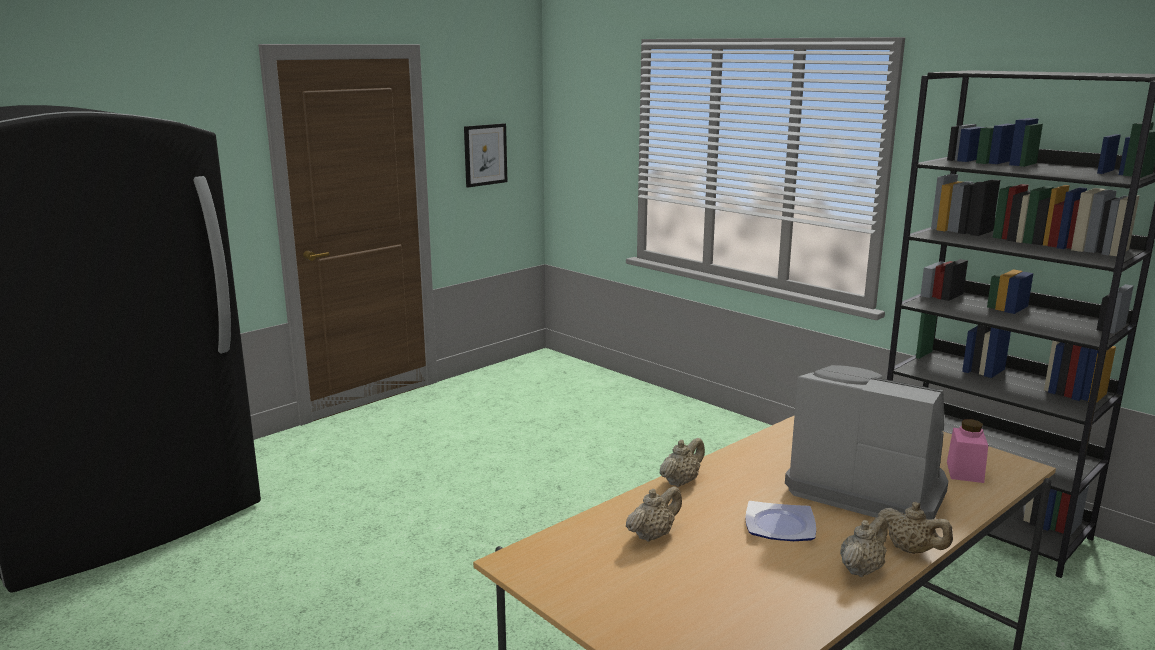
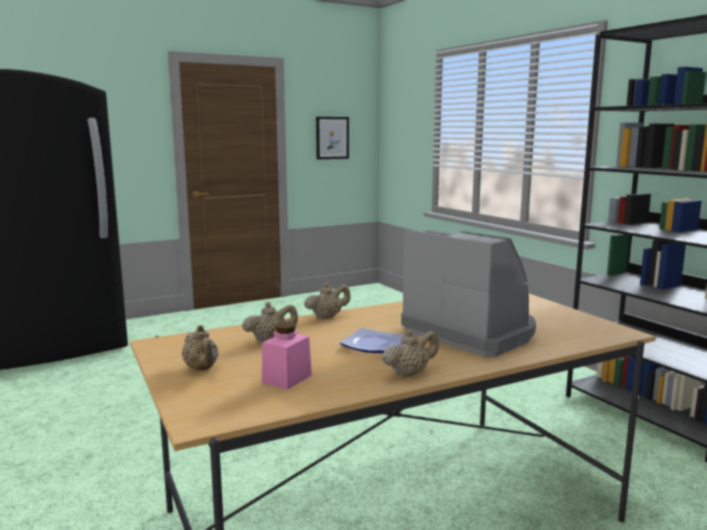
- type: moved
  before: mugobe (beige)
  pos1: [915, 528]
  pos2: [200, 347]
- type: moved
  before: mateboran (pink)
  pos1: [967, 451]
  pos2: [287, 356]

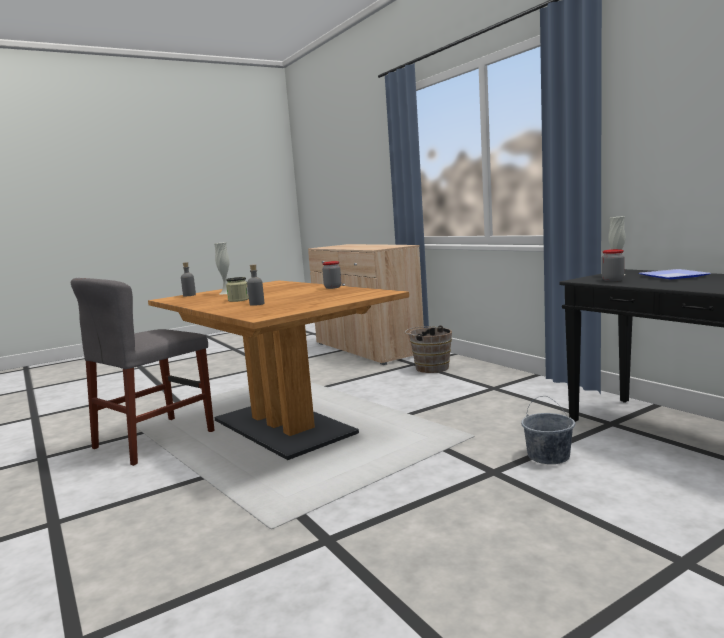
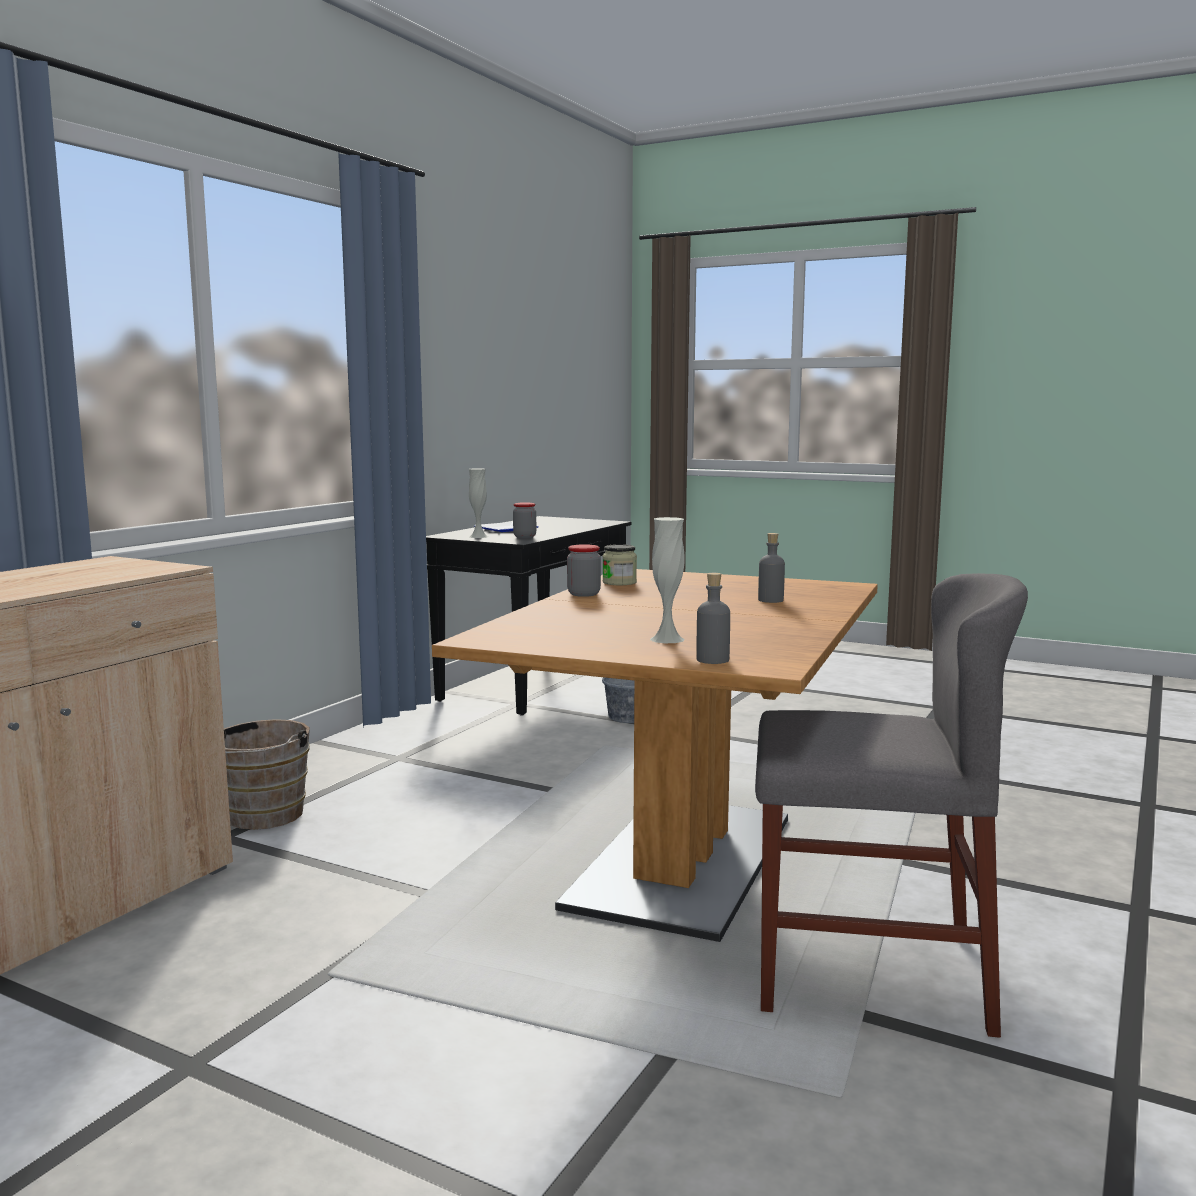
- type: moved
  before: mateboran
  pos1: [237, 289]
  pos2: [620, 564]

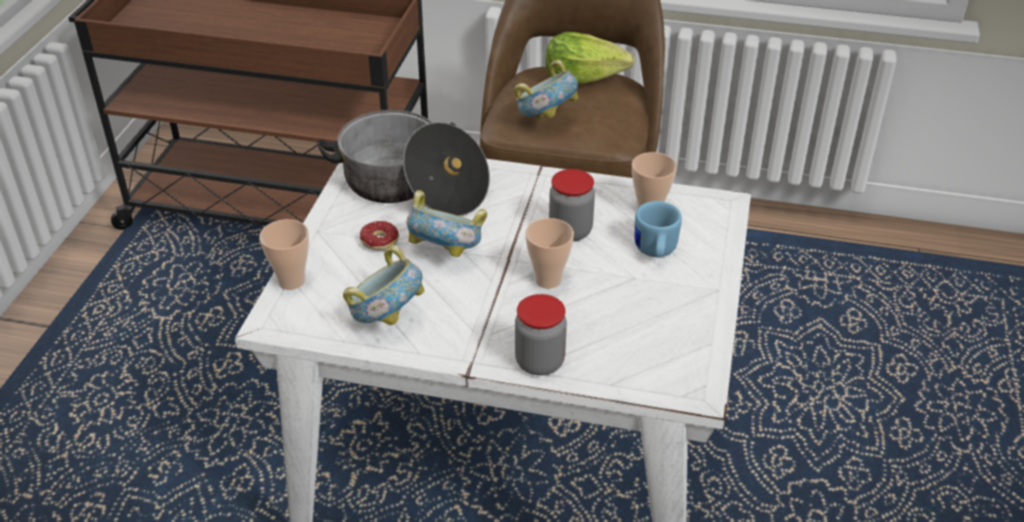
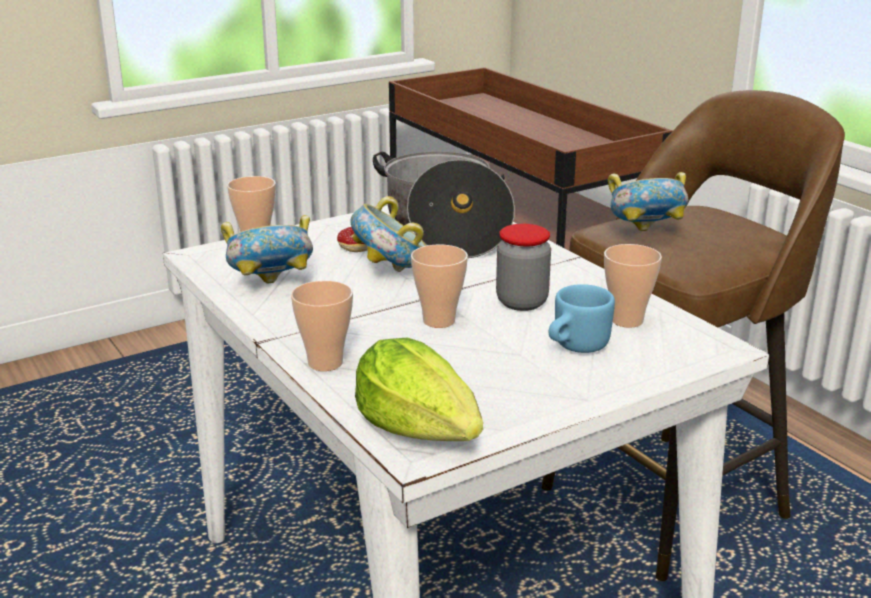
- type: moved
  before: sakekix
  pos1: [590, 58]
  pos2: [419, 389]
- type: replaced
  before: mateboran
  after: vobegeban
  pos1: [541, 335]
  pos2: [322, 325]

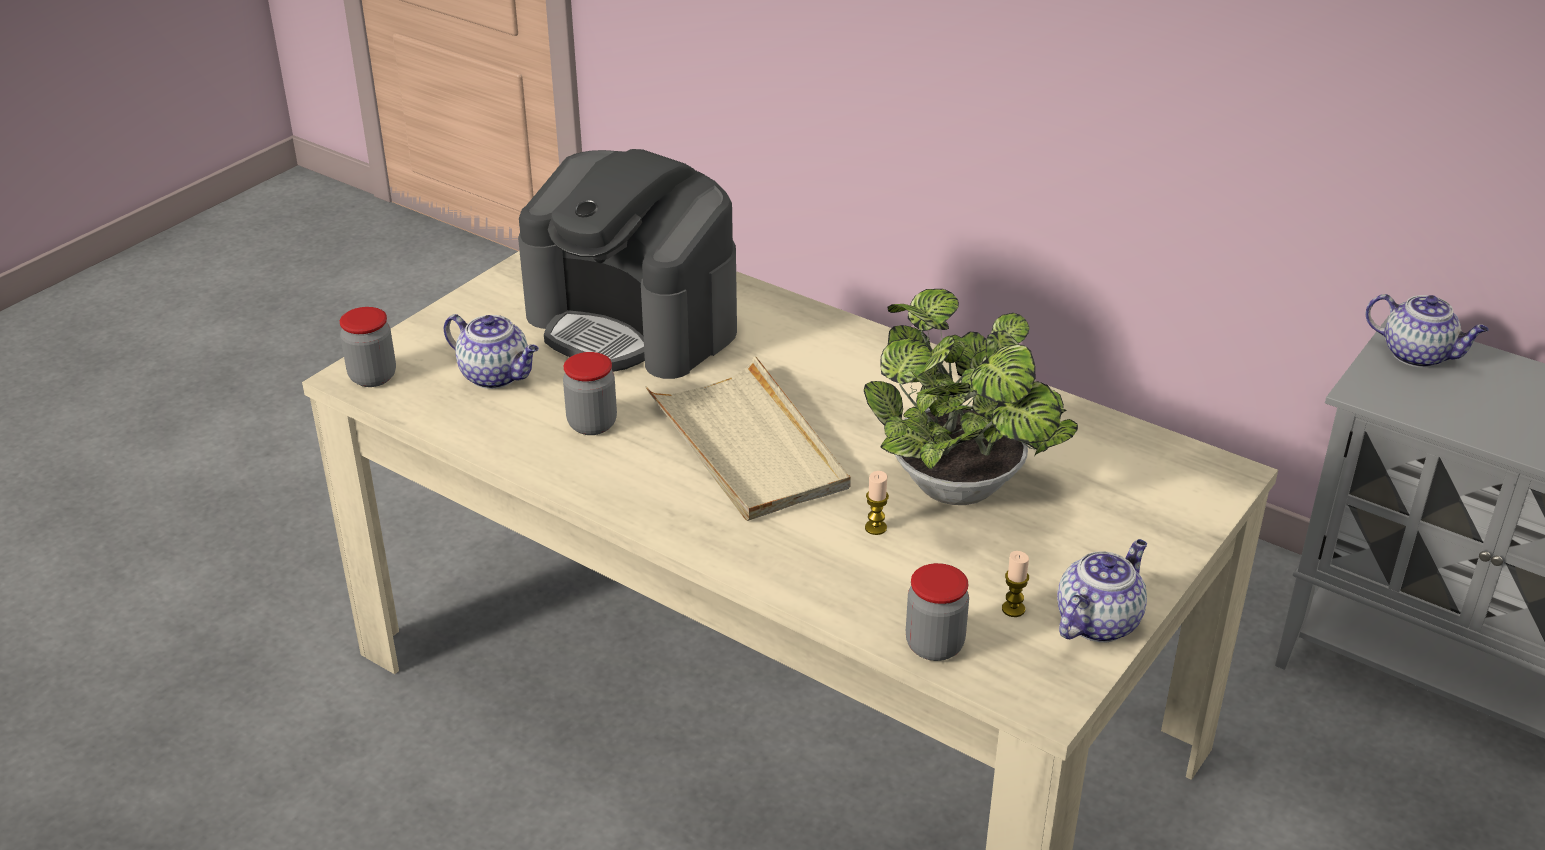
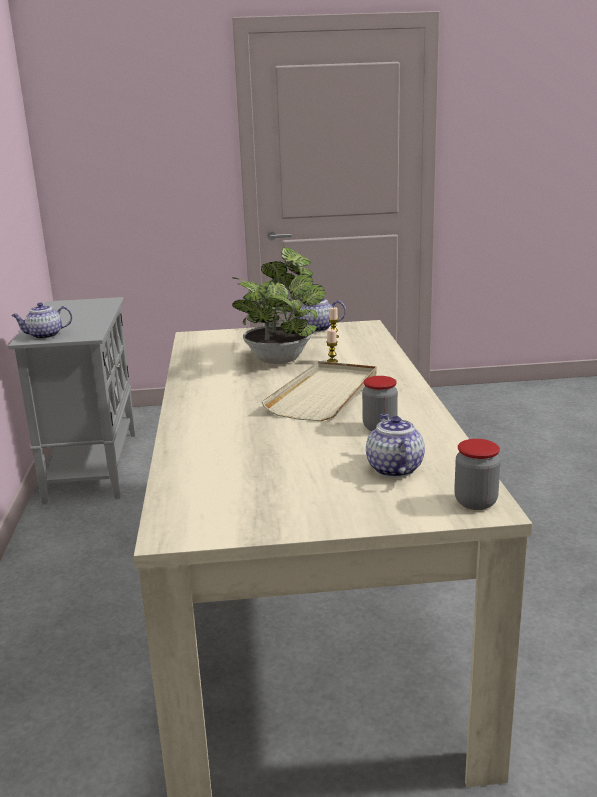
- type: removed
  before: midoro
  pos1: [627, 264]
- type: removed
  before: mateboran
  pos1: [937, 612]
- type: turned
  before: mugobe
  pos1: [1427, 331]
  pos2: [41, 320]
  turn: -105

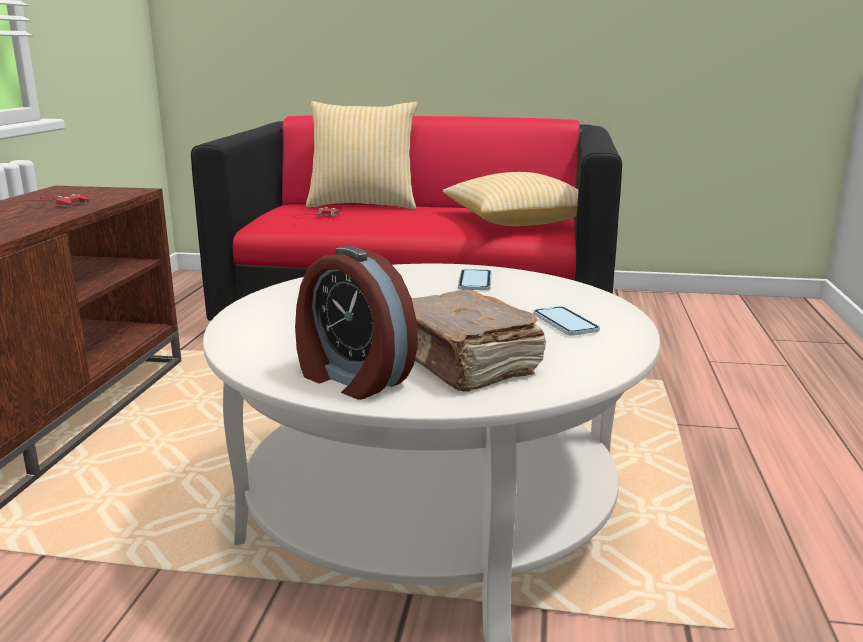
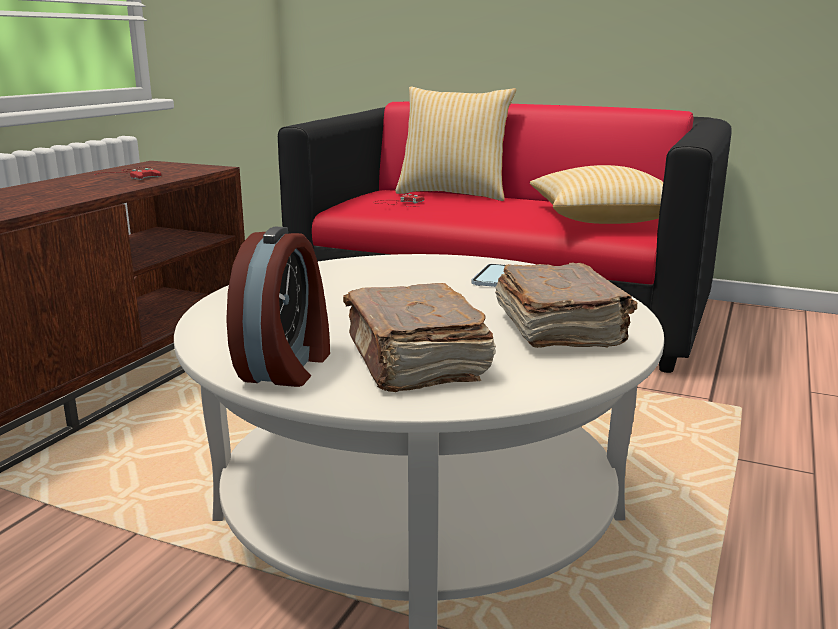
- type: replaced
  before: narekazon
  after: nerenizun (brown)
  pos1: [566, 321]
  pos2: [566, 305]
- type: turned
  before: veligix
  pos1: [356, 323]
  pos2: [278, 307]
  turn: -135

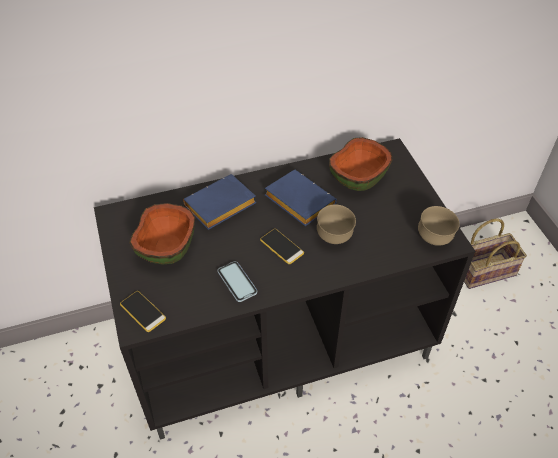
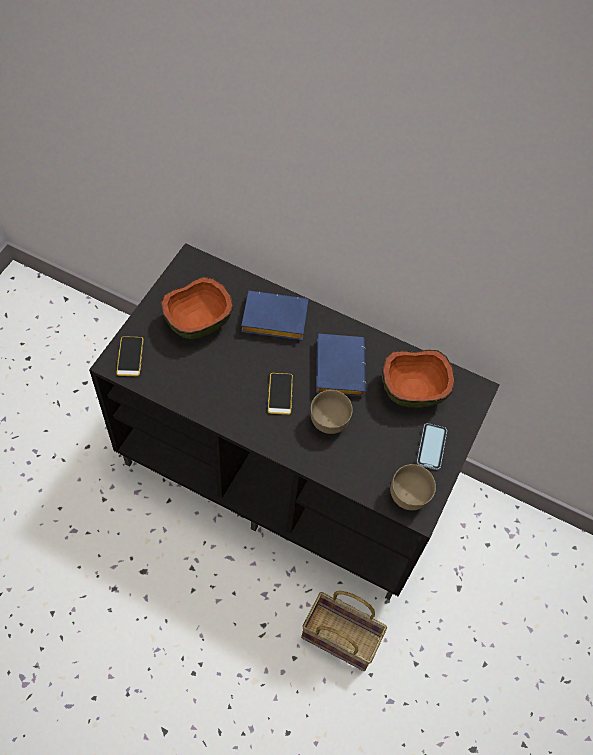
- type: moved
  before: narekazon
  pos1: [237, 281]
  pos2: [432, 446]
- type: moved
  before: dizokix
  pos1: [495, 253]
  pos2: [344, 631]

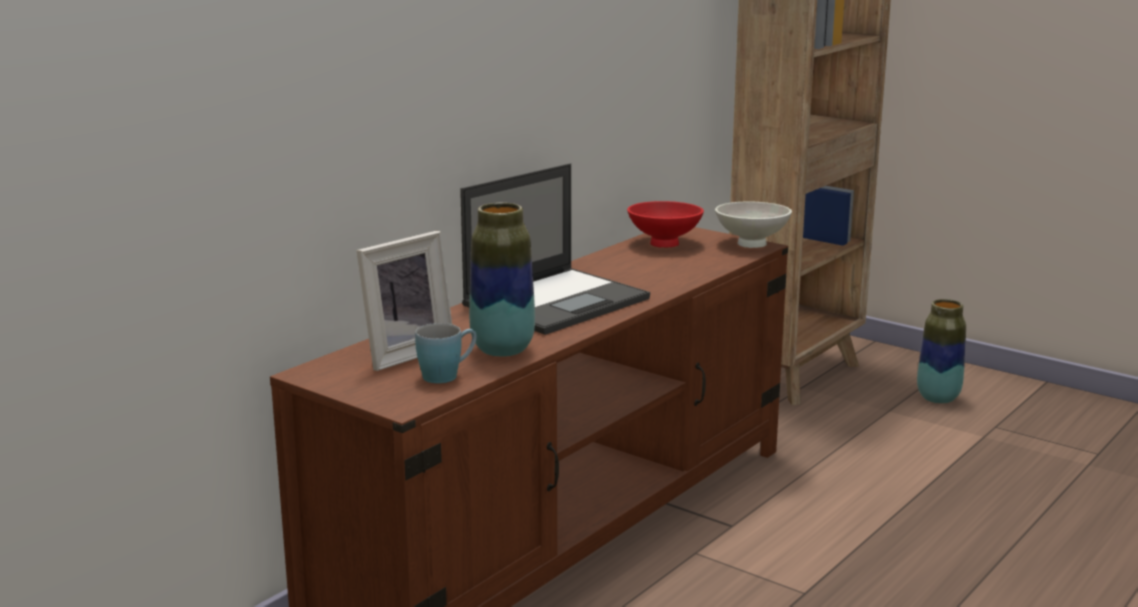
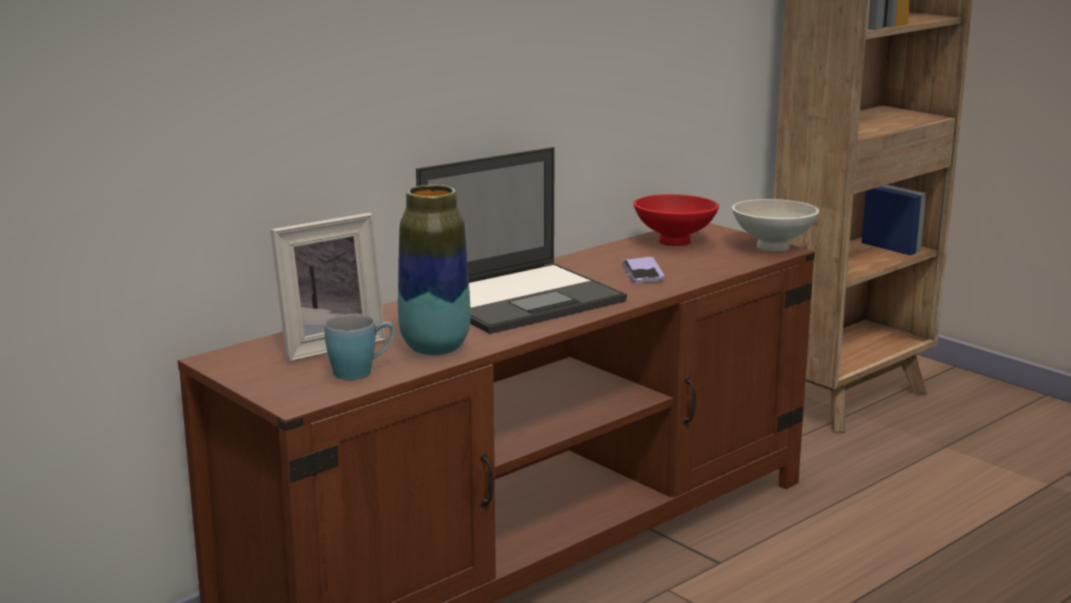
- type: removed
  before: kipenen
  pos1: [941, 351]
- type: added
  after: narekazon
  pos2: [643, 270]

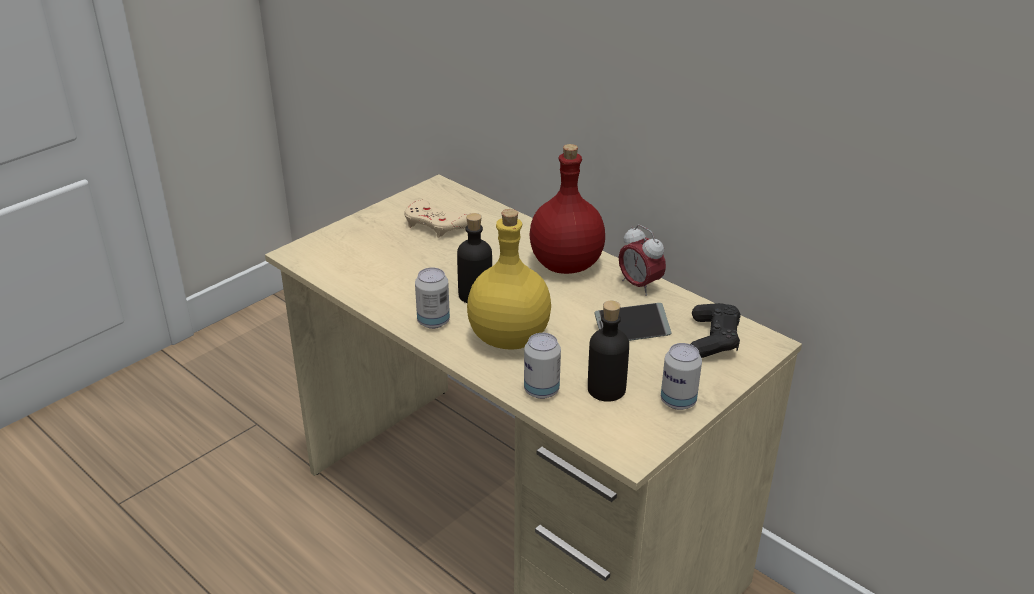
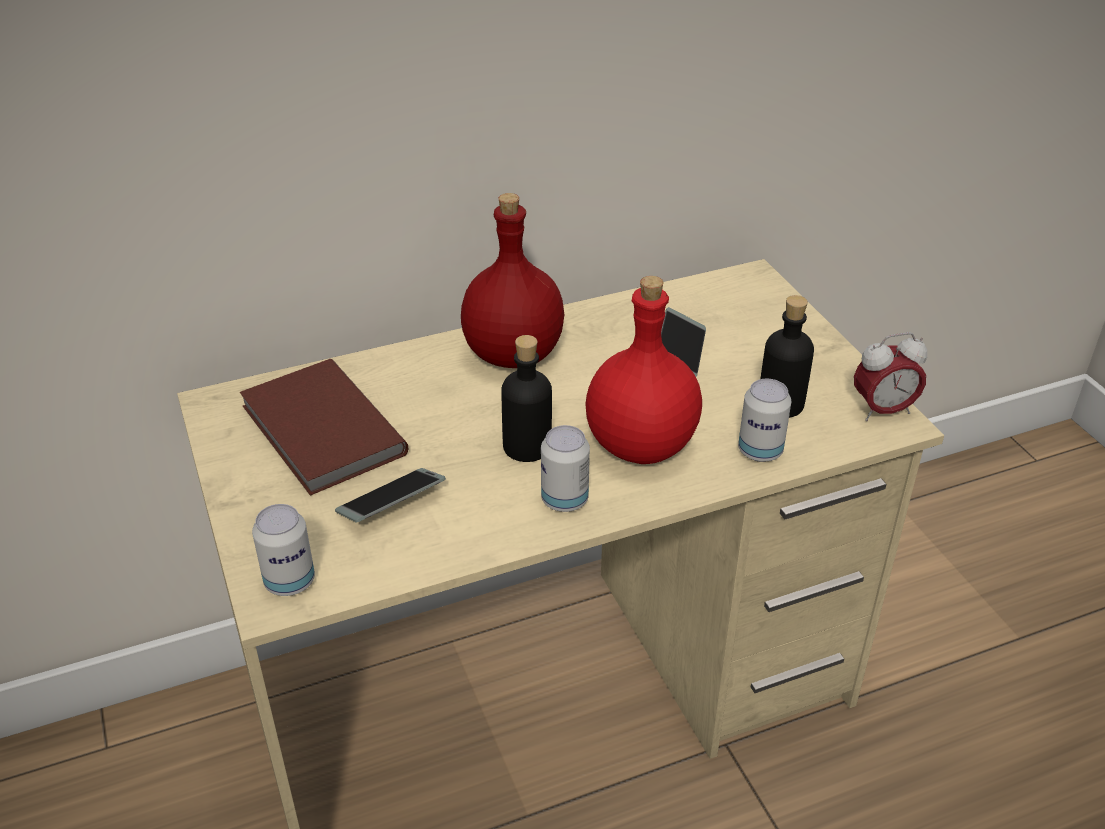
- type: removed
  before: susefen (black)
  pos1: [716, 330]
- type: added
  after: narekazon
  pos2: [390, 495]
- type: moved
  before: veligix
  pos1: [642, 260]
  pos2: [890, 376]
- type: moved
  before: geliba
  pos1: [681, 376]
  pos2: [283, 550]
- type: replaced
  before: susefen (beige)
  after: nerenizun (brown)
  pos1: [436, 218]
  pos2: [324, 427]
- type: recoloured
  before: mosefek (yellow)
  after: mosefek (red)
  pos1: [509, 279]
  pos2: [643, 370]

